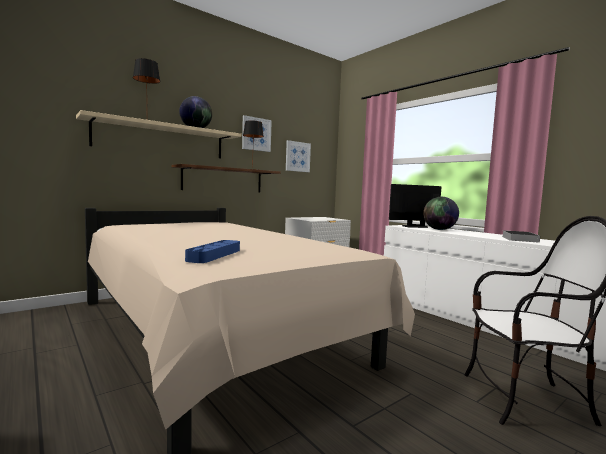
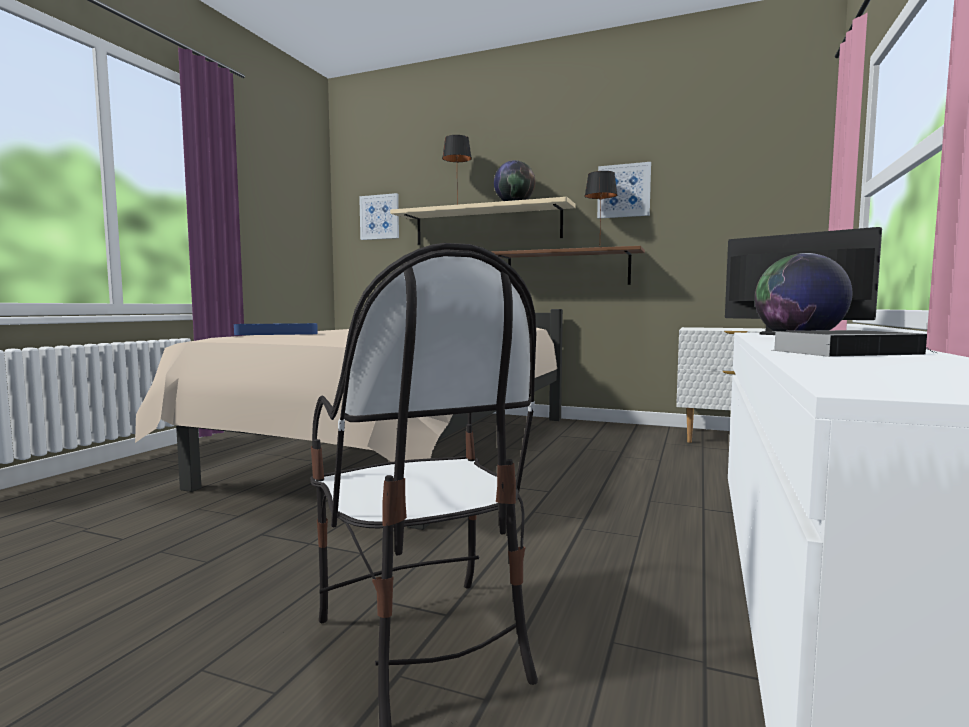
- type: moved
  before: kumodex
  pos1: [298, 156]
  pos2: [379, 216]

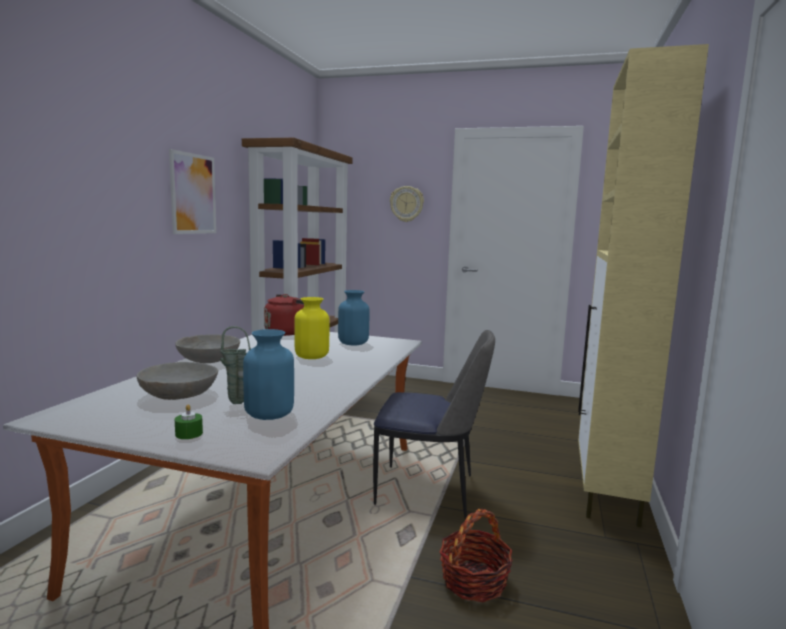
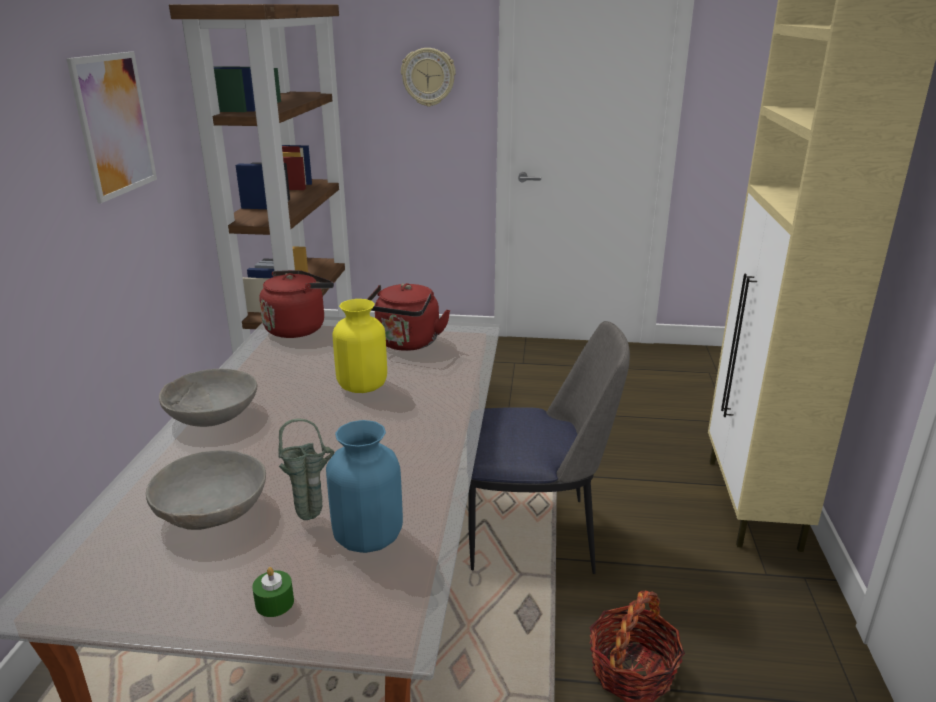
- type: replaced
  before: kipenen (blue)
  after: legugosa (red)
  pos1: [354, 317]
  pos2: [409, 317]

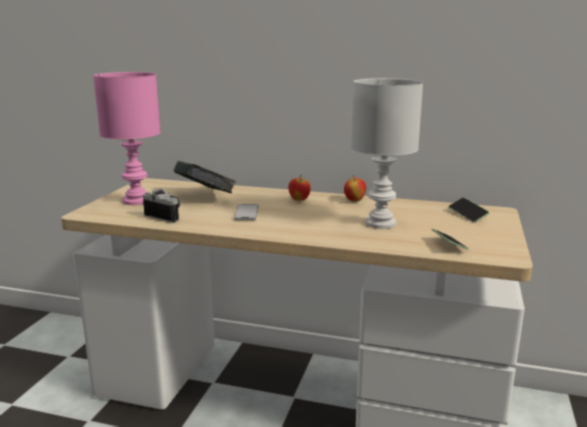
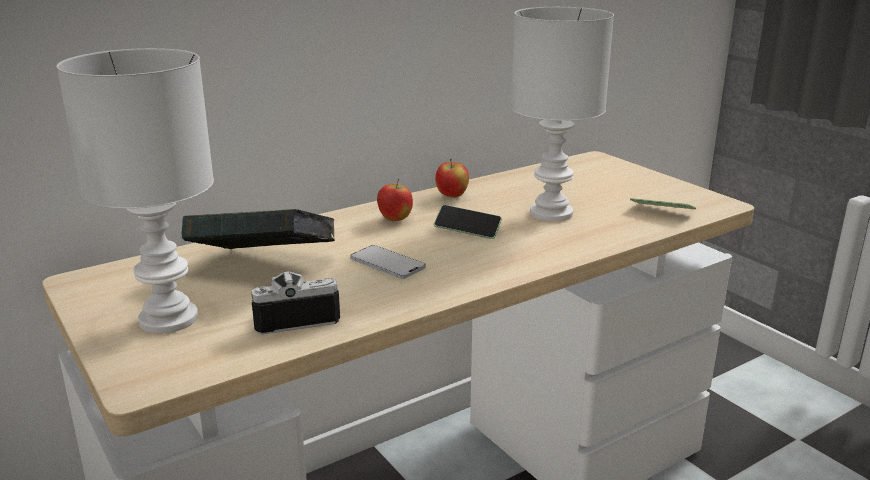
- type: moved
  before: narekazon
  pos1: [469, 210]
  pos2: [468, 222]
- type: recoloured
  before: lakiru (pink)
  after: lakiru (white)
  pos1: [127, 138]
  pos2: [135, 190]

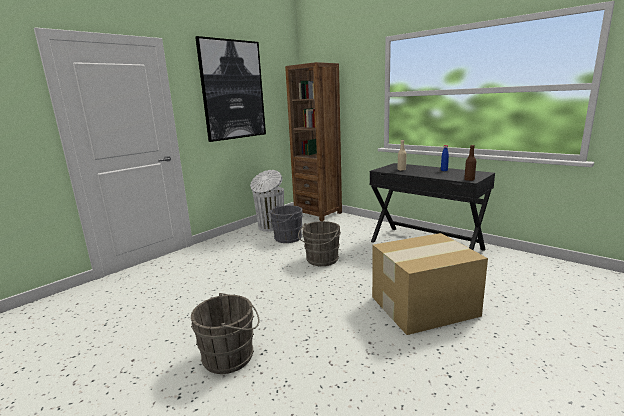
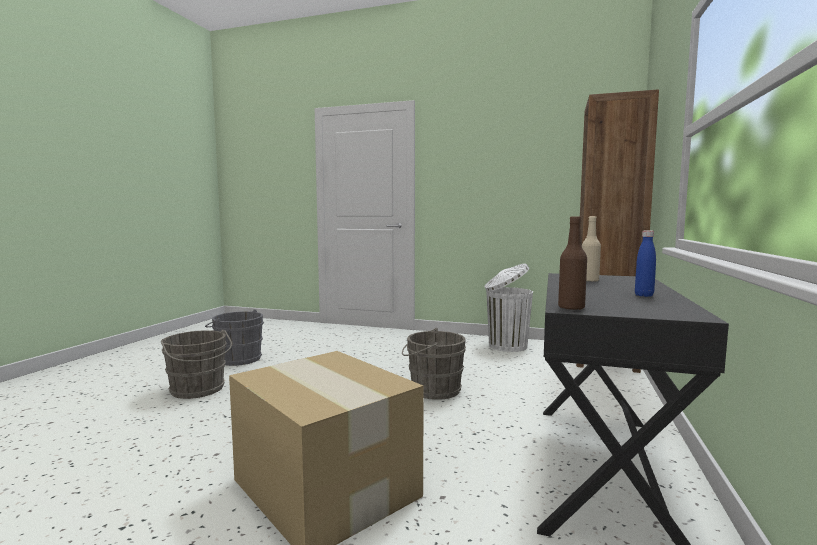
- type: removed
  before: kumodex
  pos1: [230, 89]
- type: moved
  before: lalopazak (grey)
  pos1: [284, 224]
  pos2: [234, 337]

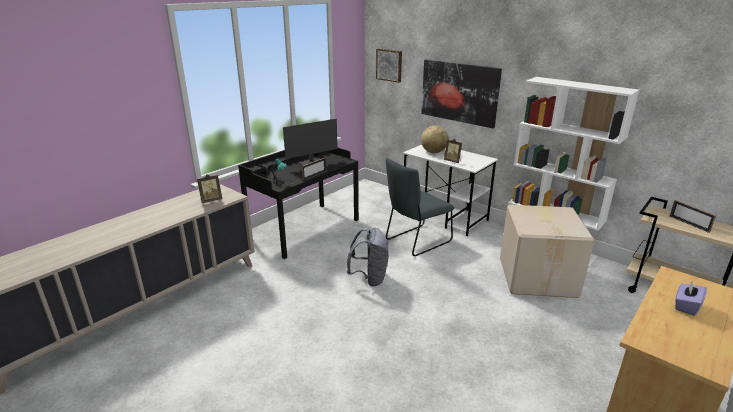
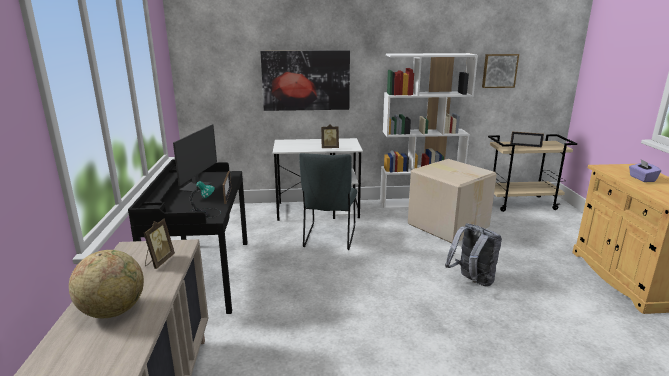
- type: moved
  before: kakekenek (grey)
  pos1: [368, 257]
  pos2: [473, 255]
- type: moved
  before: kumodex
  pos1: [389, 66]
  pos2: [500, 71]
- type: moved
  before: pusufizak
  pos1: [435, 139]
  pos2: [106, 284]

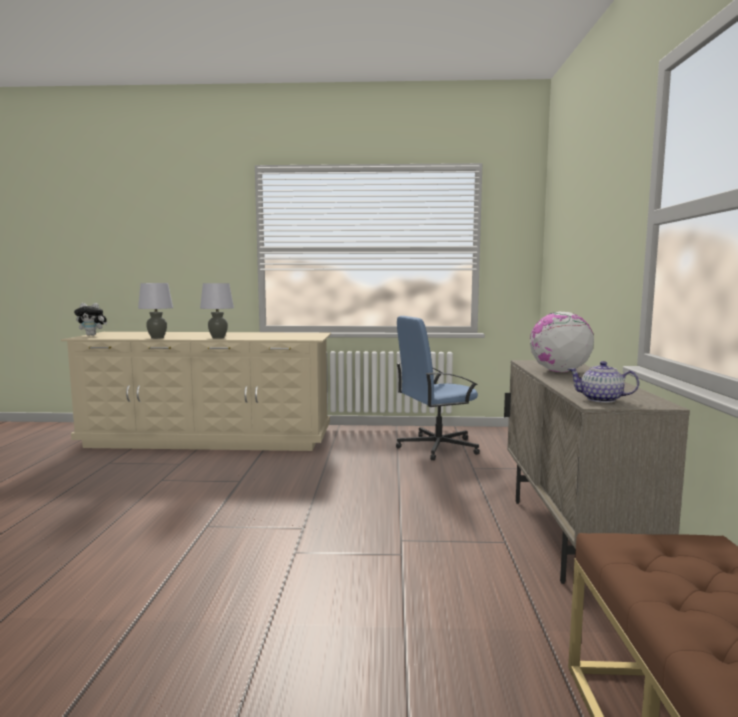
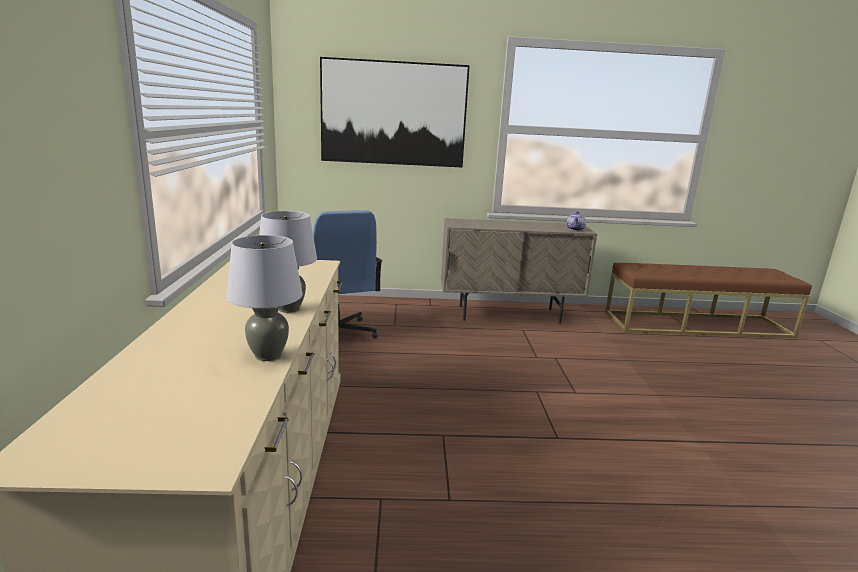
- type: removed
  before: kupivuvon
  pos1: [90, 319]
- type: removed
  before: pusufizak
  pos1: [562, 342]
- type: added
  after: kumodex
  pos2: [395, 112]

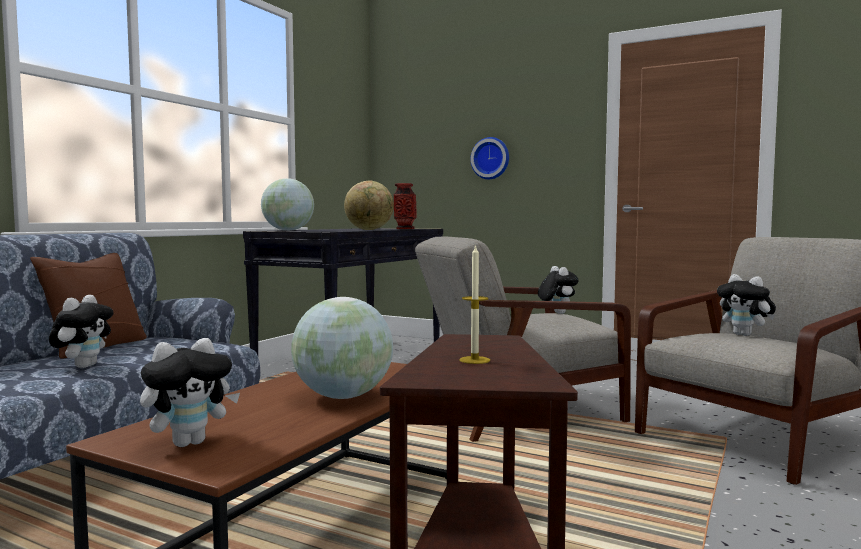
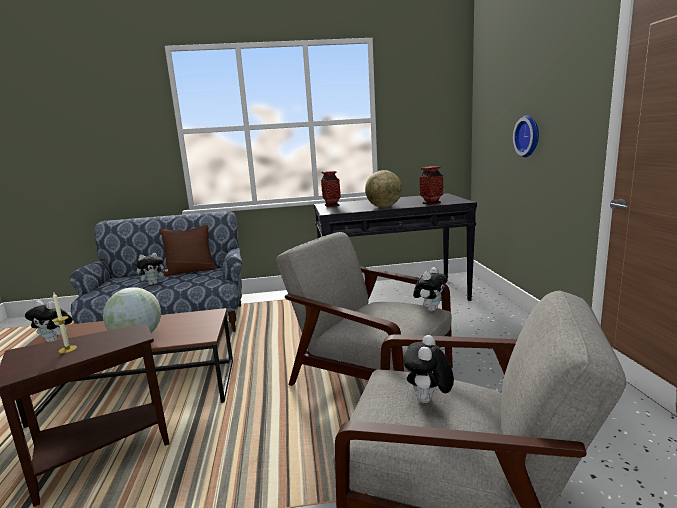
- type: replaced
  before: pusufizak
  after: kipenen
  pos1: [287, 204]
  pos2: [331, 189]

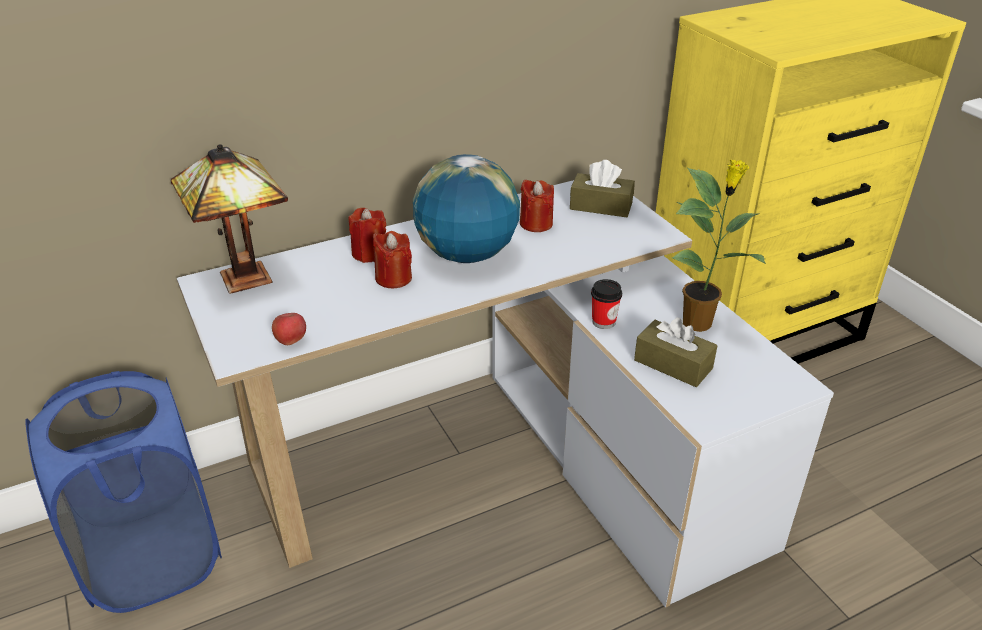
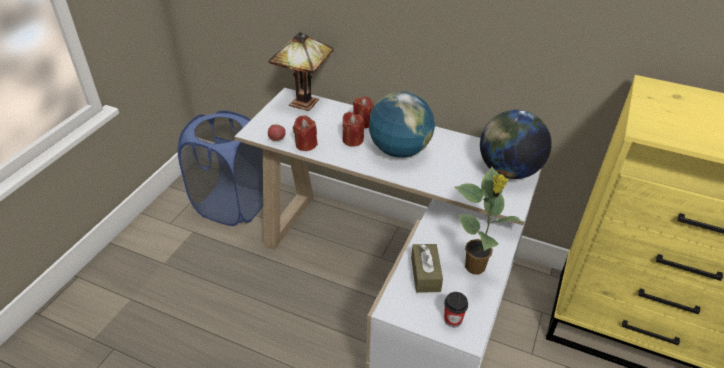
- type: moved
  before: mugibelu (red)
  pos1: [537, 206]
  pos2: [305, 133]
- type: moved
  before: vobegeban
  pos1: [606, 304]
  pos2: [456, 309]
- type: replaced
  before: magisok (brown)
  after: pusufizak
  pos1: [602, 188]
  pos2: [516, 144]

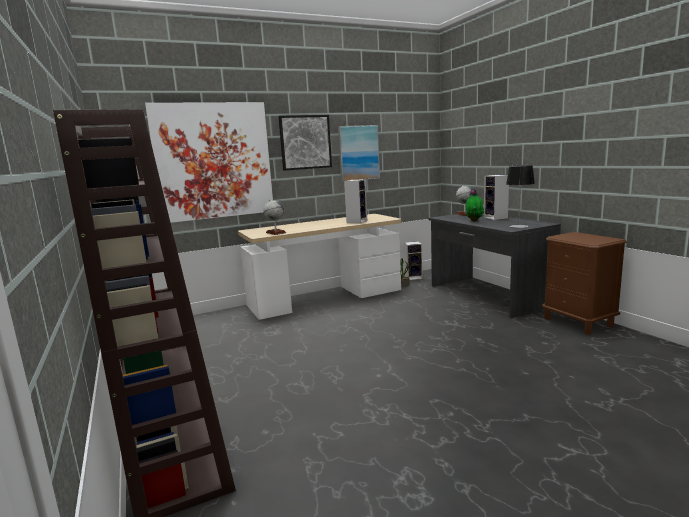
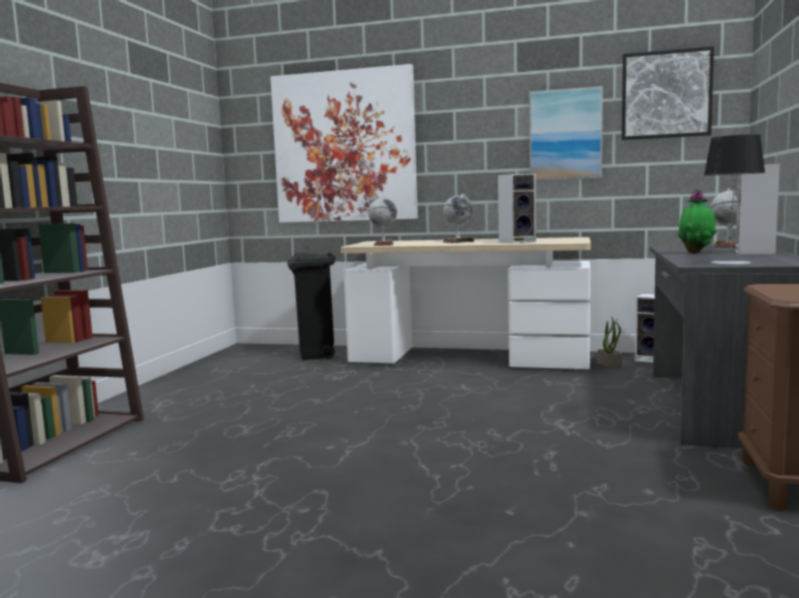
- type: added
  after: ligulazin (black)
  pos2: [311, 306]
- type: added
  after: pusufizak
  pos2: [458, 218]
- type: moved
  before: kumodex
  pos1: [305, 143]
  pos2: [668, 93]

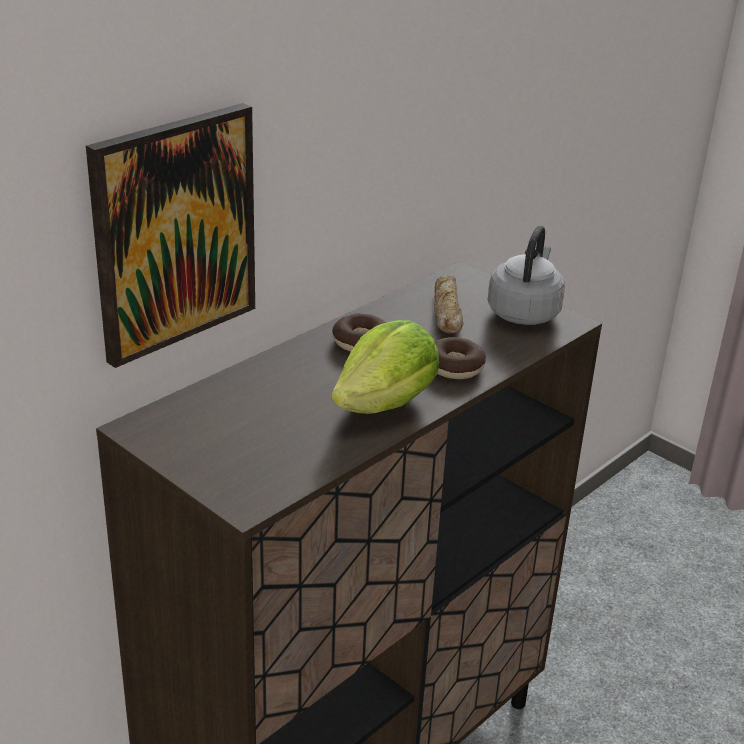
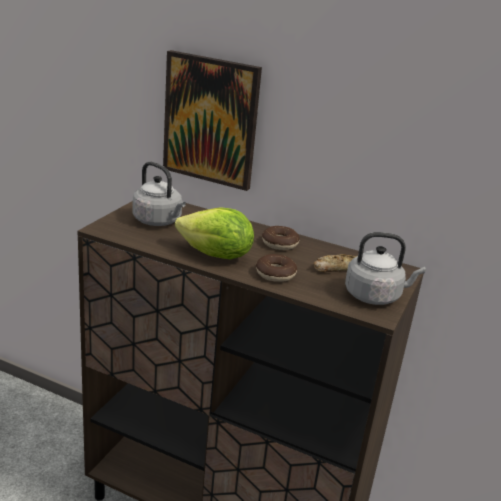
- type: added
  after: legugosa (grey)
  pos2: [159, 194]

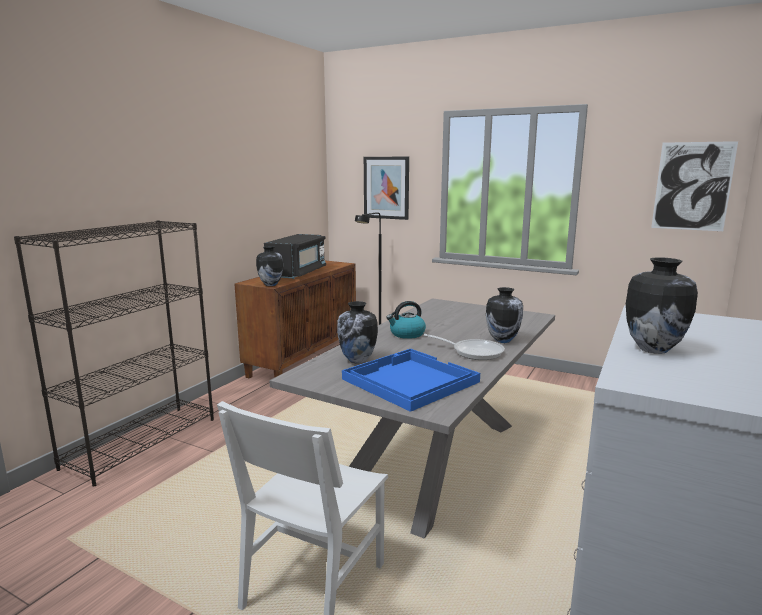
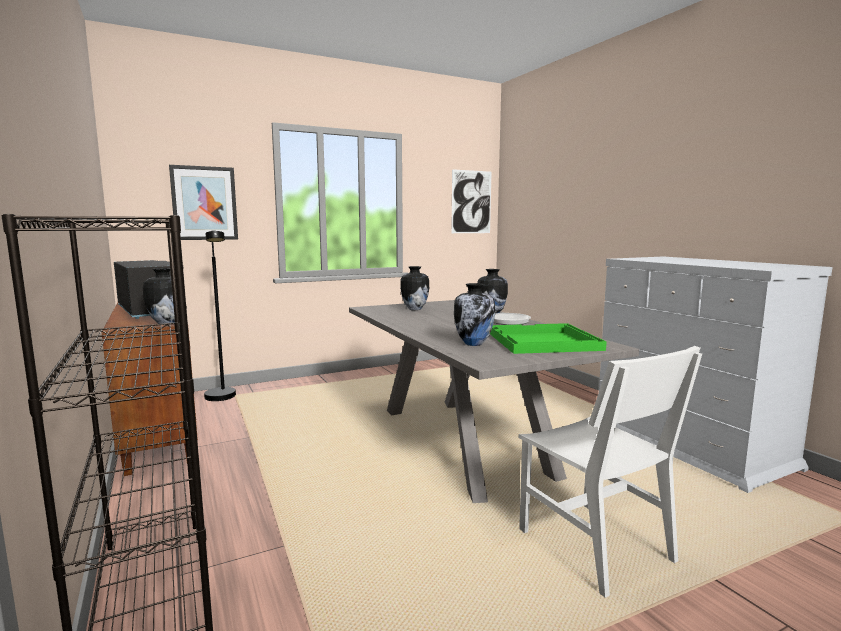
- type: removed
  before: legugosa
  pos1: [406, 320]
- type: moved
  before: kipenen
  pos1: [662, 305]
  pos2: [414, 288]
- type: recoloured
  before: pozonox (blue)
  after: pozonox (green)
  pos1: [411, 380]
  pos2: [548, 338]

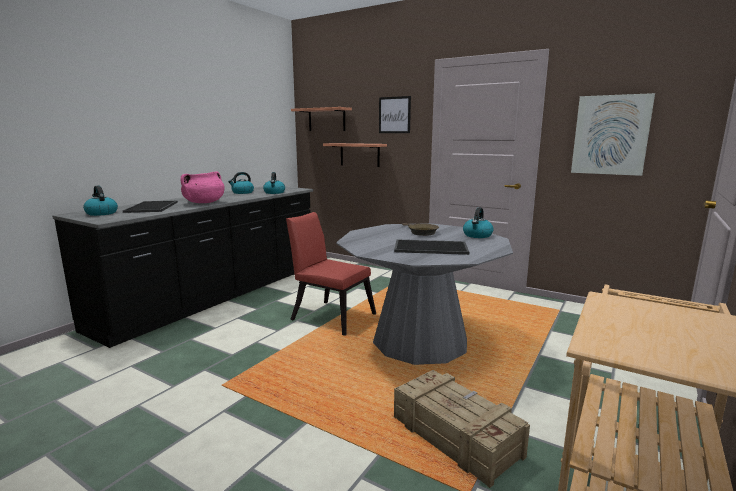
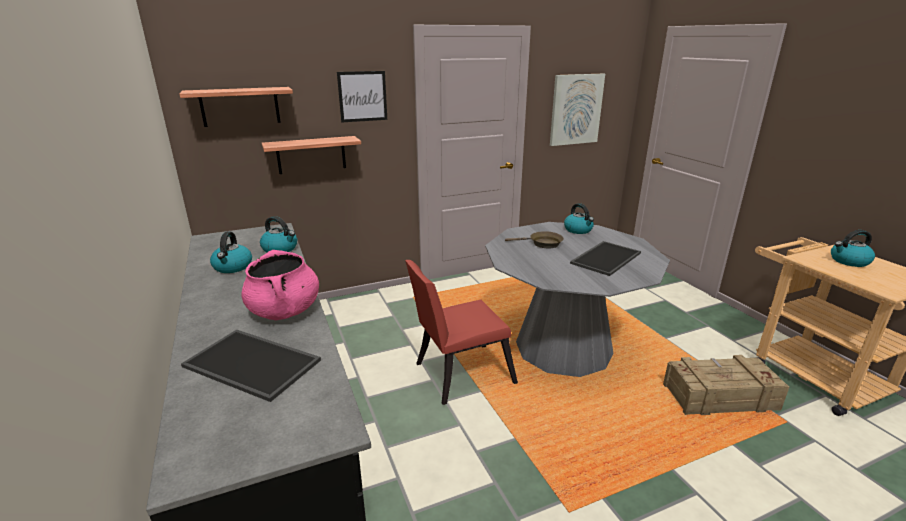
- type: moved
  before: legugosa
  pos1: [100, 201]
  pos2: [853, 248]

